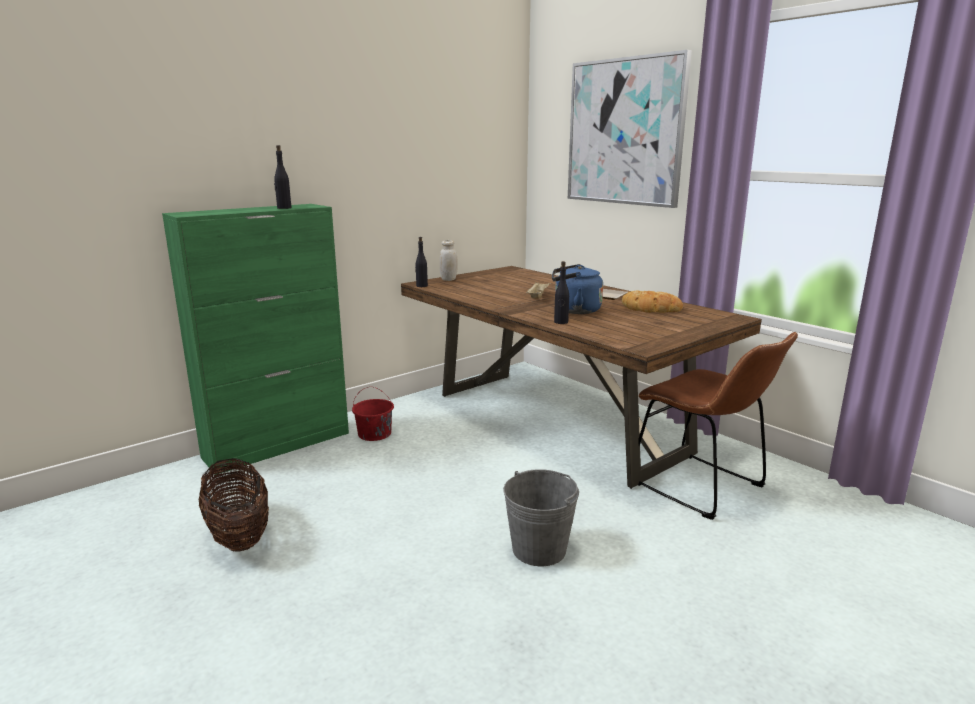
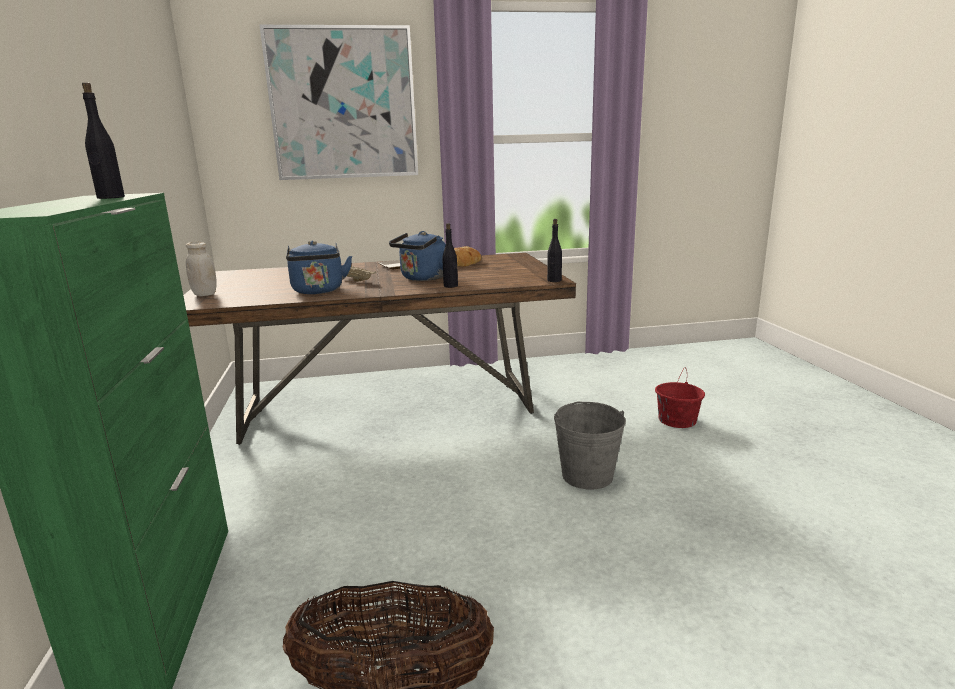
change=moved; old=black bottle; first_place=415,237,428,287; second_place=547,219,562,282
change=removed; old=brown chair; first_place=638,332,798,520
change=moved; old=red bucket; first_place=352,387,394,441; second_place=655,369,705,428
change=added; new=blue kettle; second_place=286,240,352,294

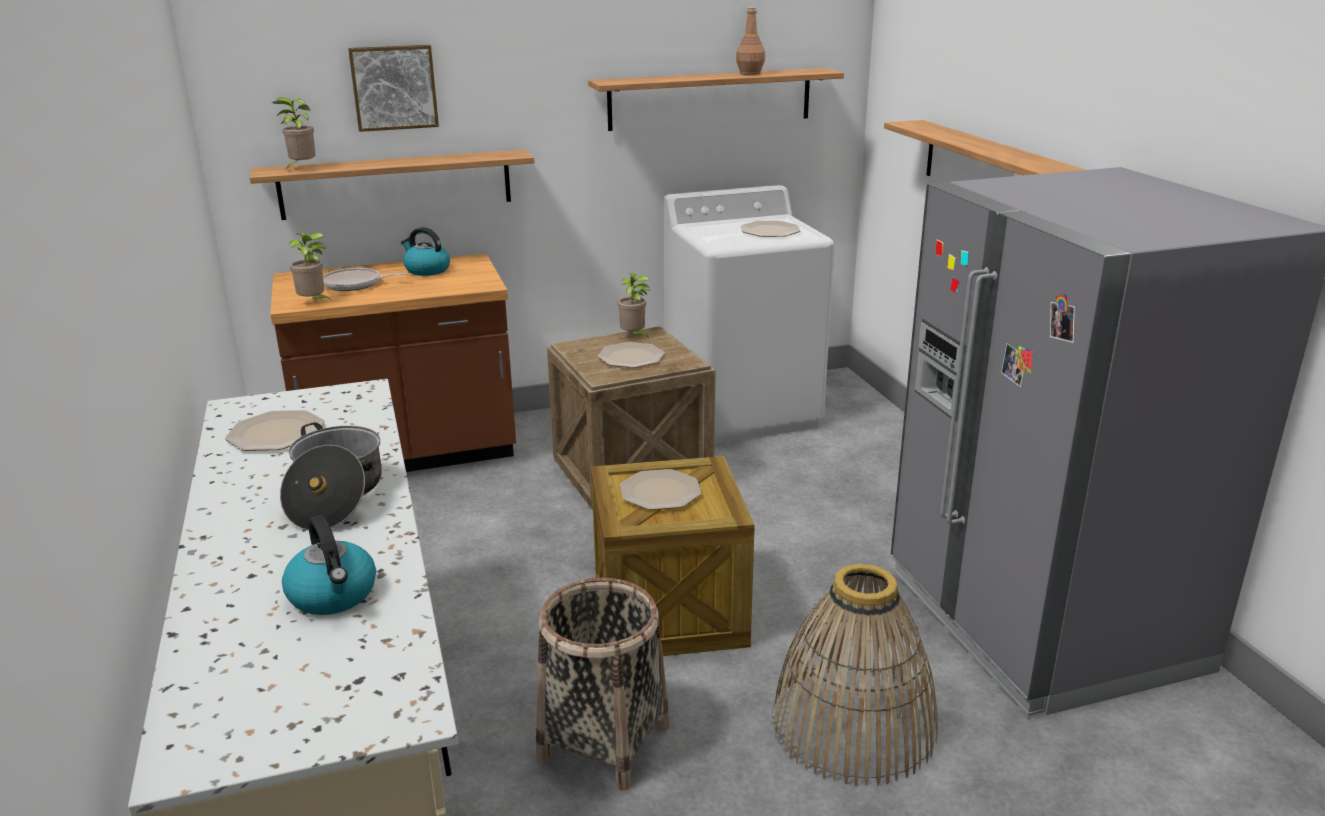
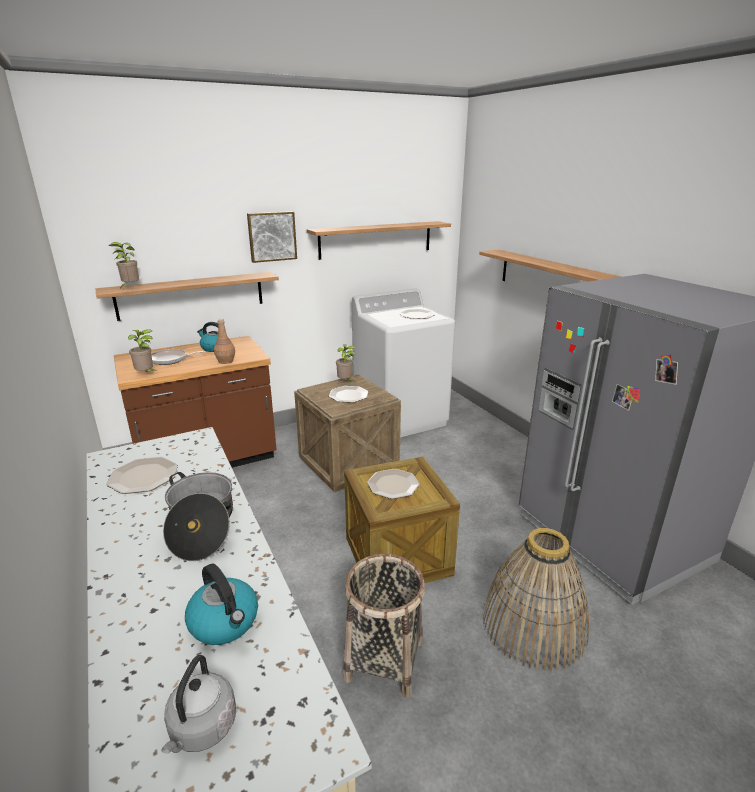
change=moved; old=brown bottle; first_place=736,7,765,75; second_place=214,319,235,364
change=moved; old=picture; first_place=348,45,439,132; second_place=247,211,297,263
change=added; new=grey kettle; second_place=161,655,236,754

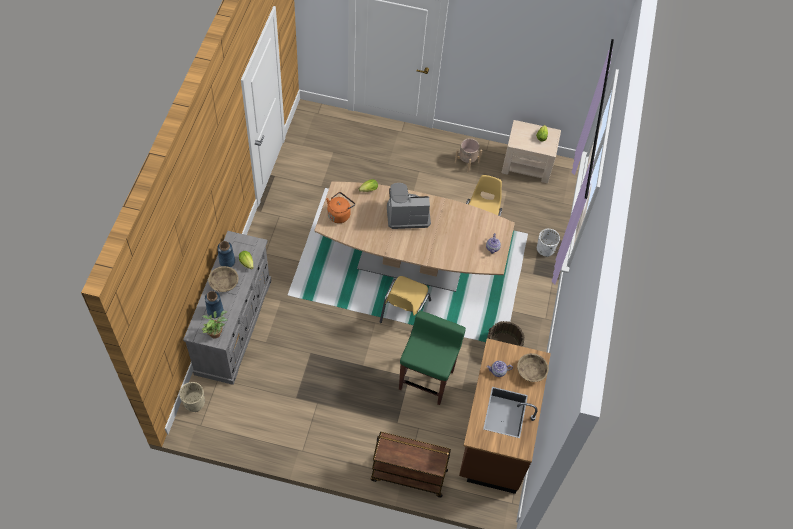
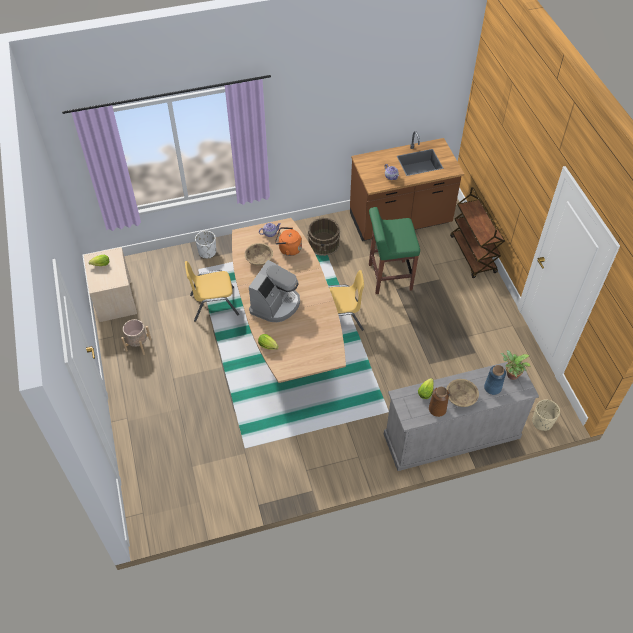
change=turned; old=coffee machine; first_place=387,183,431,229; second_place=249,260,300,322; degrees=-120
change=moved; old=orange kettle; first_place=326,192,355,223; second_place=275,227,302,256
change=recoloured; old=blue vase; new=brown vase; first_place=217,241,235,267; second_place=429,387,449,417
change=moved; old=beige bowl; first_place=517,353,549,382; second_place=245,243,273,266

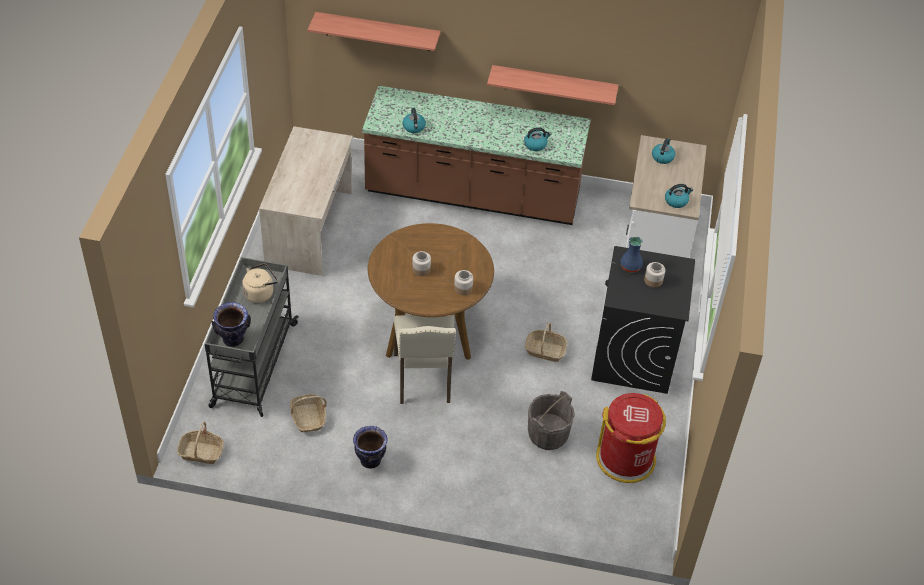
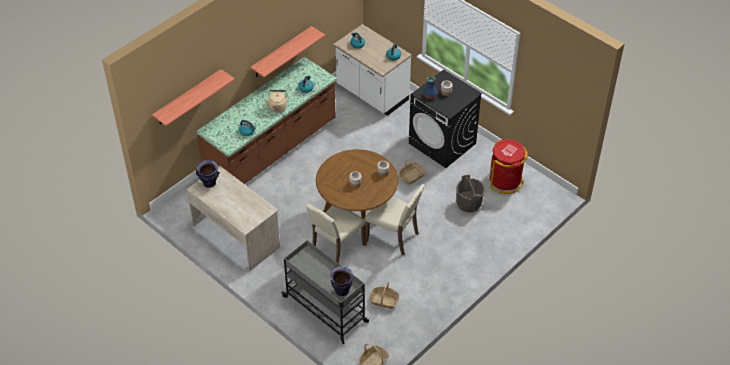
change=moved; old=beige kettle; first_place=242,264,278,303; second_place=264,90,287,113
change=moved; old=vase; first_place=353,426,388,469; second_place=196,160,220,188
change=added; new=beige chair; second_place=305,204,366,263

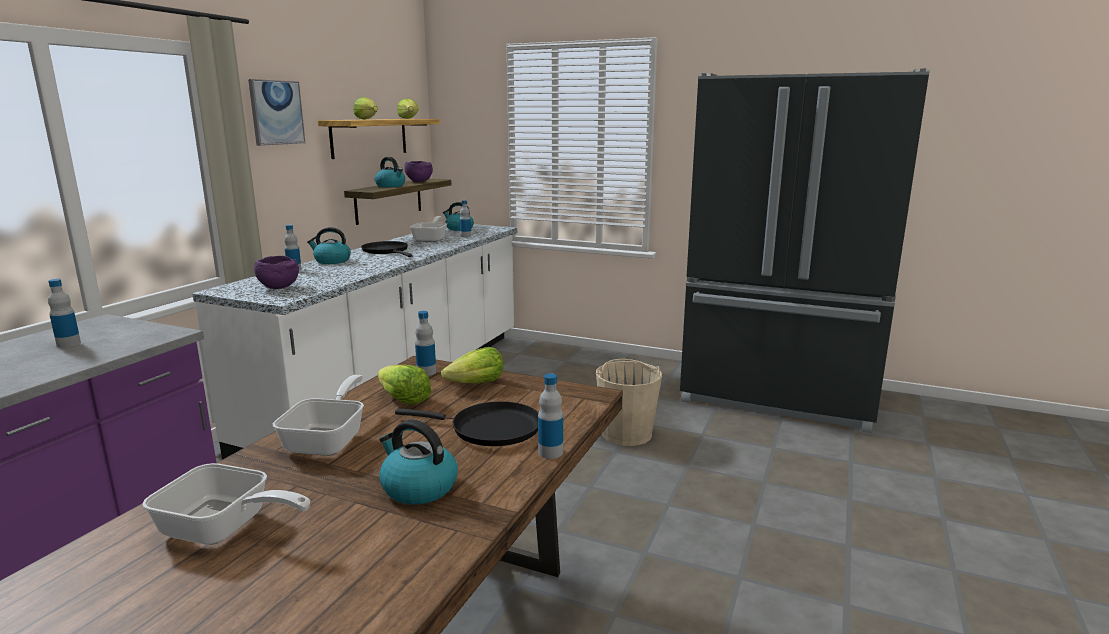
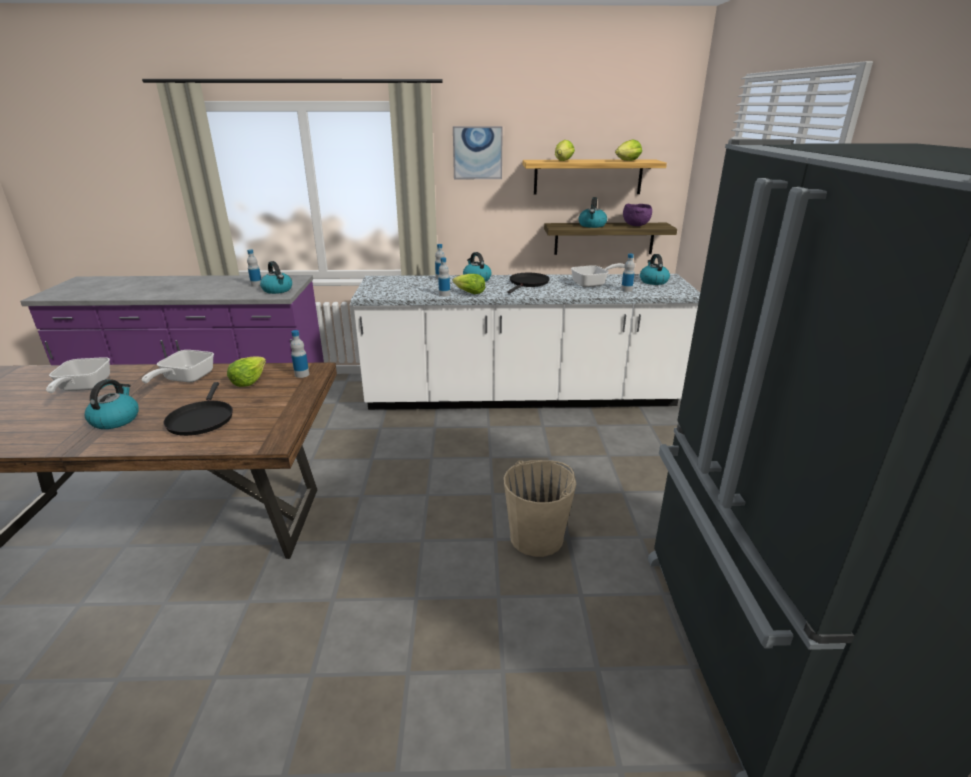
change=removed; old=purple bowl; first_place=254,256,299,289
change=moved; old=lettuce; first_place=441,347,503,383; second_place=453,274,485,294
change=moved; old=bottle; first_place=538,374,563,459; second_place=438,257,450,297
change=turned; old=frying pan; first_place=273,375,364,456; second_place=142,350,214,383; degrees=120
change=added; new=kettle; second_place=260,261,292,294

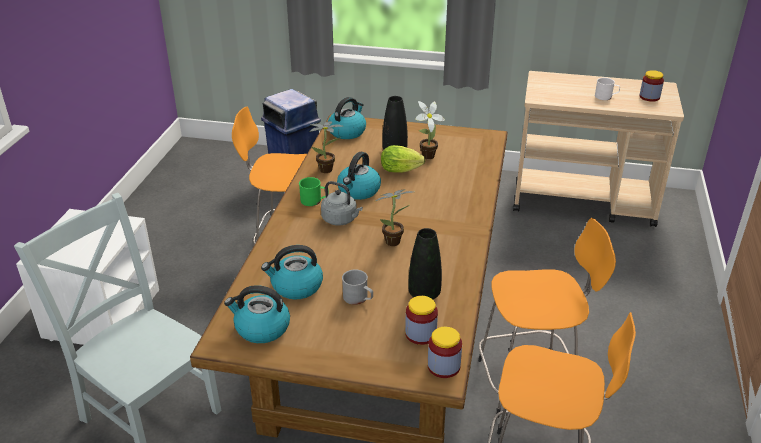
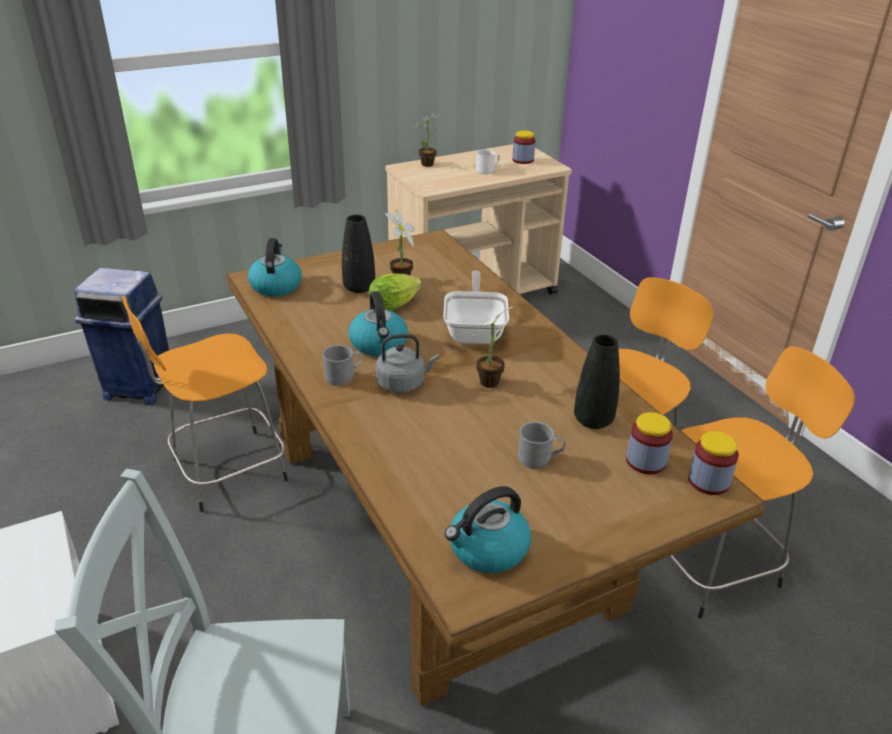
change=moved; old=potted plant; first_place=310,121,342,173; second_place=413,110,441,167
change=recoloured; old=green mug; new=grey mug; first_place=299,177,329,206; second_place=322,345,362,386
change=removed; old=kettle; first_place=261,245,323,299
change=added; new=frying pan; second_place=443,271,509,344

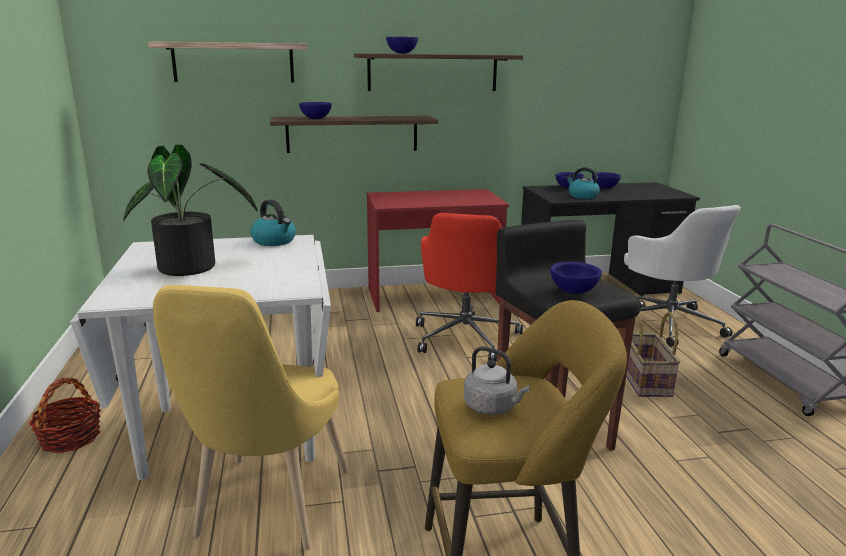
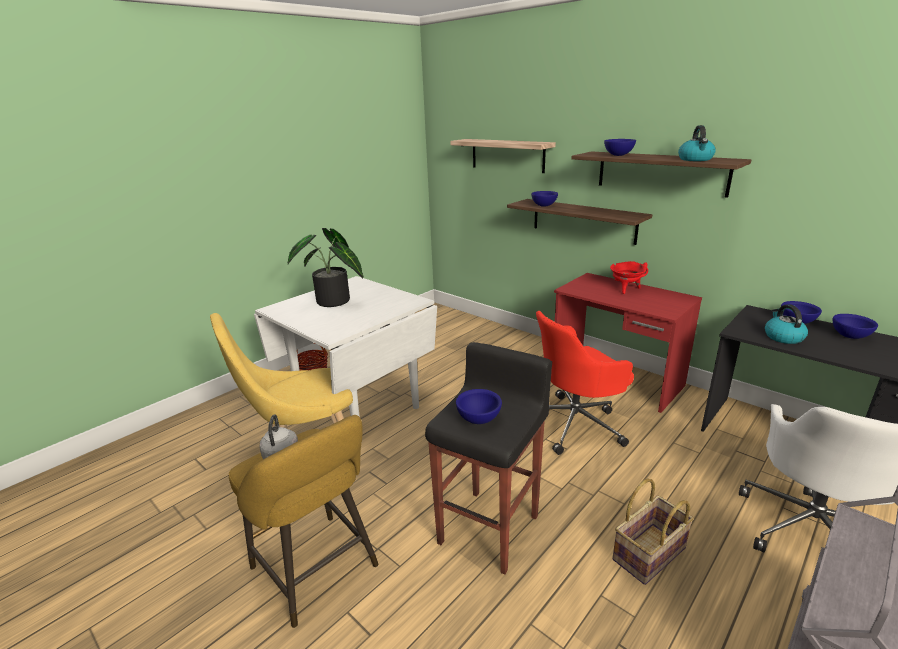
change=moved; old=kettle; first_place=250,199,296,246; second_place=678,125,716,161
change=added; new=red cooking pot; second_place=610,261,648,294

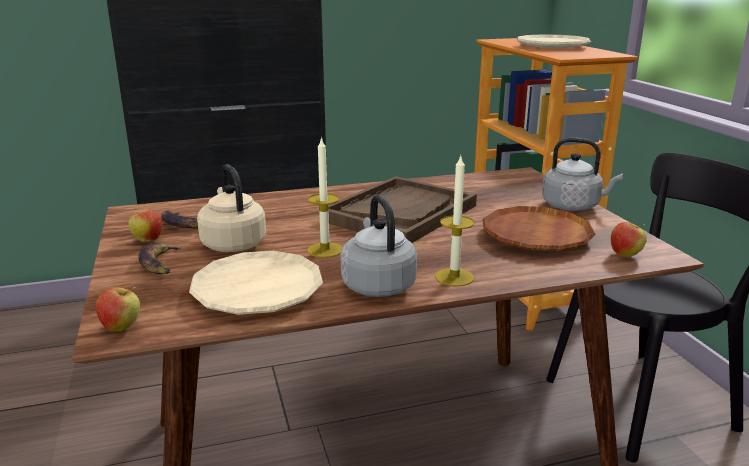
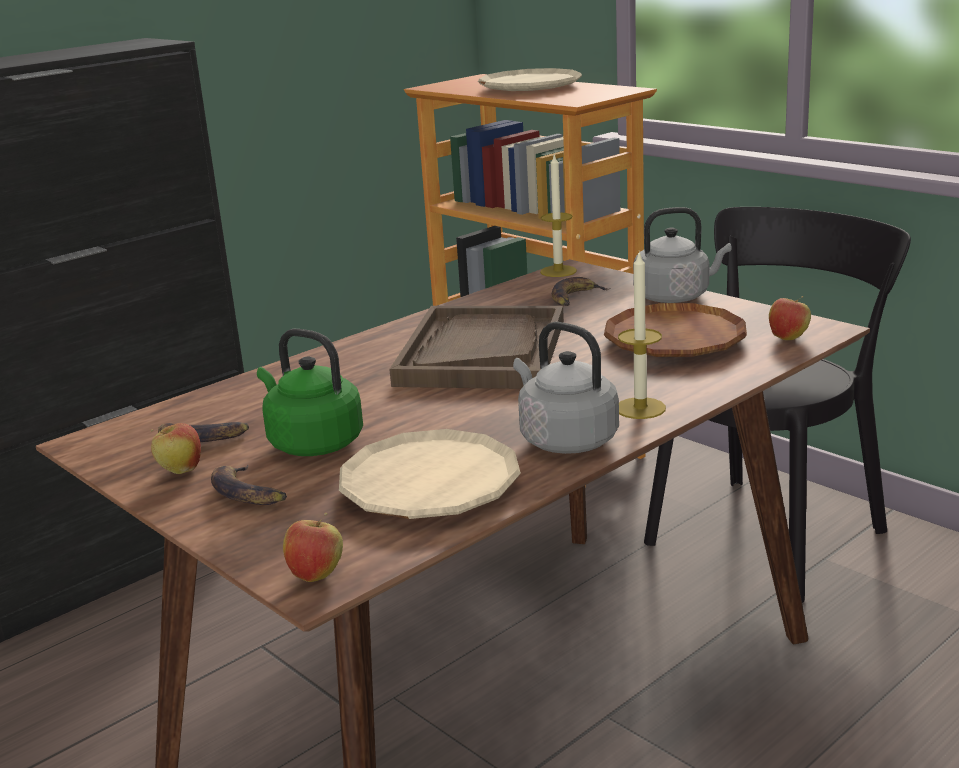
change=moved; old=candle; first_place=307,136,342,258; second_place=540,153,577,277
change=recoloured; old=beige kettle; new=green kettle; first_place=197,164,266,252; second_place=257,329,363,456
change=added; new=banana; second_place=552,277,610,306

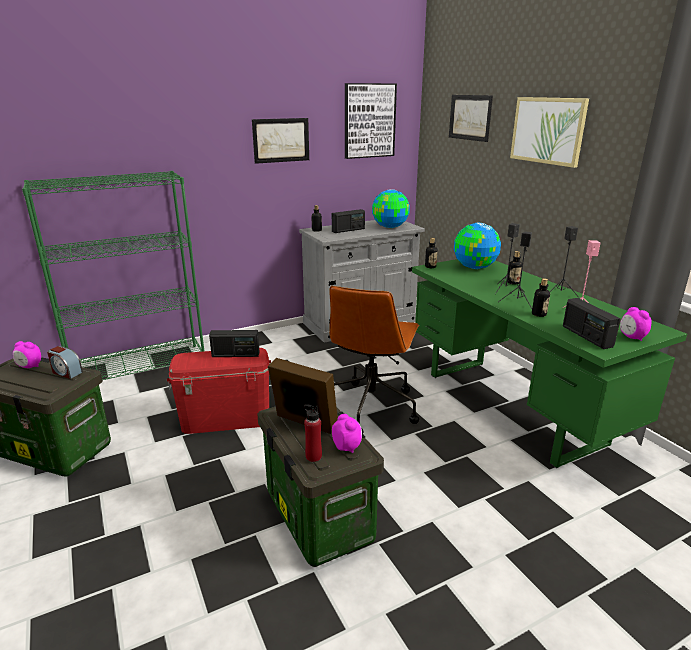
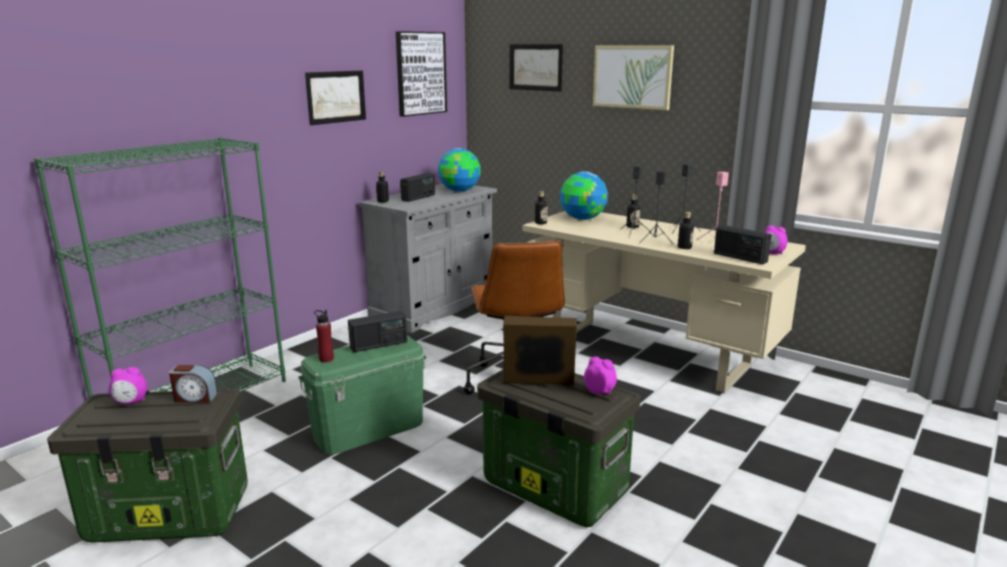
change=recoloured; old=green desk; new=beige desk; first_place=412,259,687,468; second_place=522,211,806,393
change=recoloured; old=red storage box; new=green storage box; first_place=167,348,271,434; second_place=298,335,426,455
change=moved; old=red bottle; first_place=303,404,322,462; second_place=314,310,334,362

